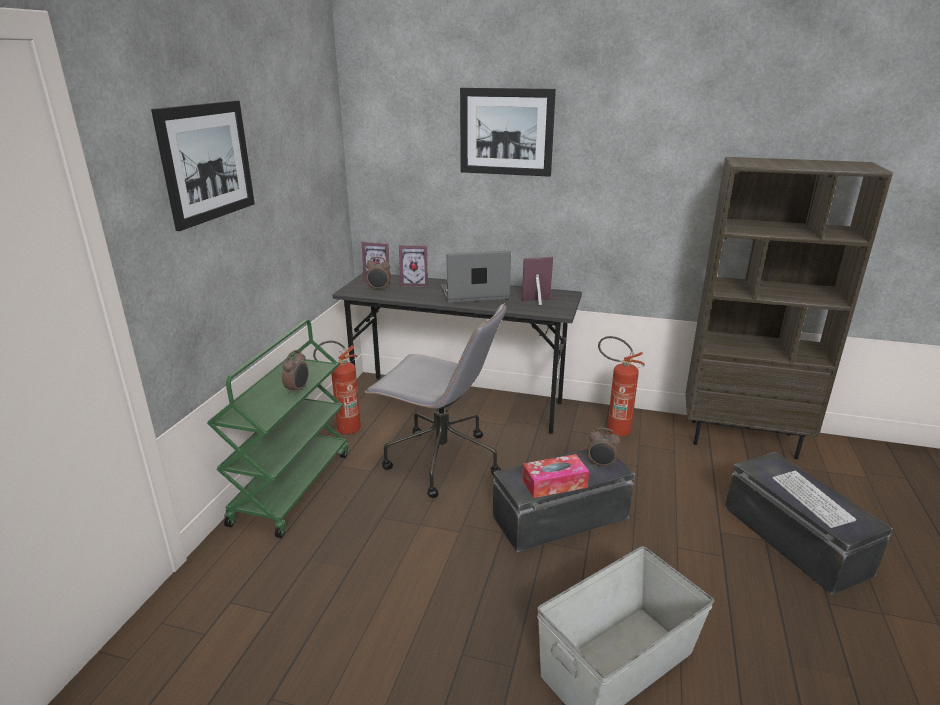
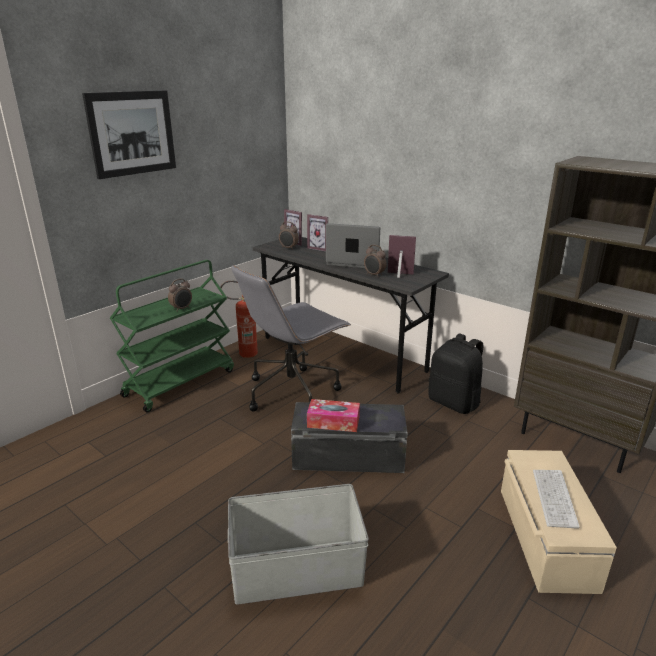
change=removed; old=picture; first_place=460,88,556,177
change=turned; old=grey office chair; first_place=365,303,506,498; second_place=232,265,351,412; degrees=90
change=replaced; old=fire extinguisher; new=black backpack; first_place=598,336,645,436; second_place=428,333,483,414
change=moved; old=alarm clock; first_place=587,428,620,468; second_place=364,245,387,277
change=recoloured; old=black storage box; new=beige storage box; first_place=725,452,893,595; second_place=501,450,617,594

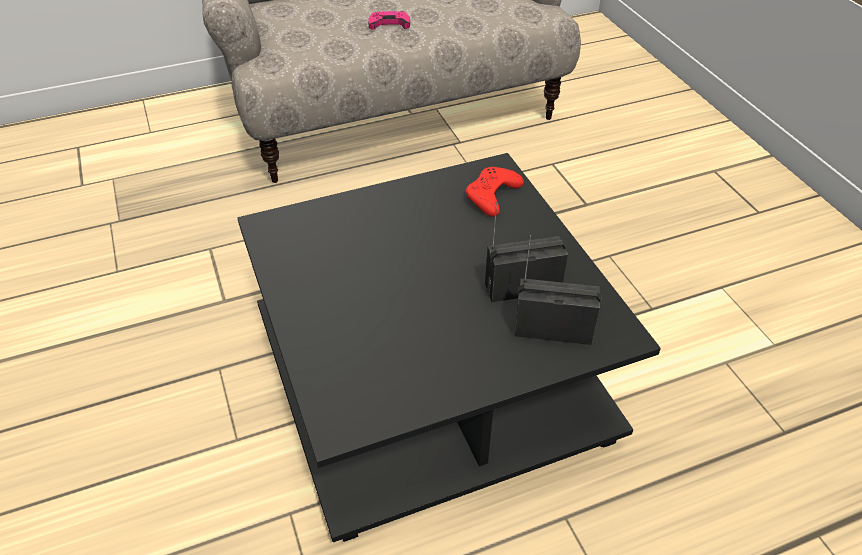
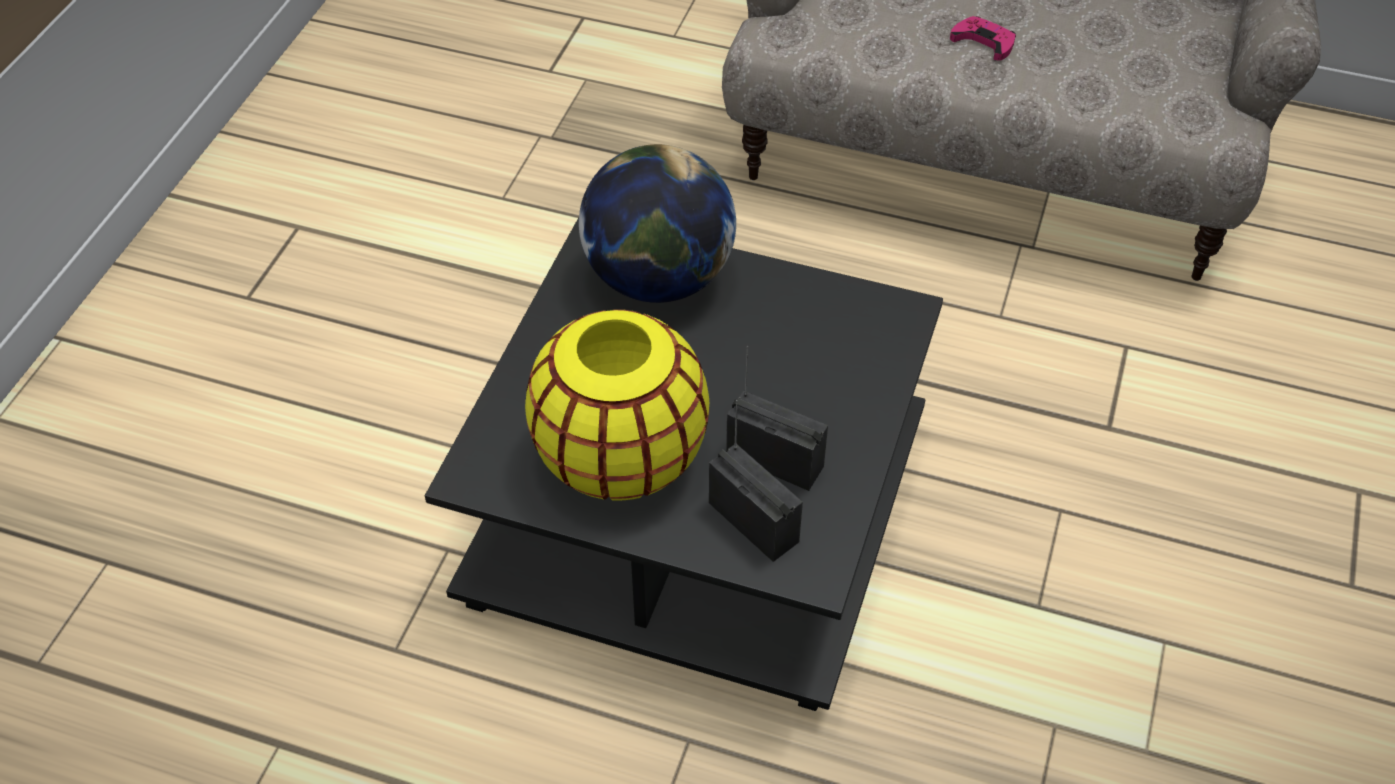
change=removed; old=red game controller; first_place=466,167,524,217
change=added; new=globe; second_place=579,144,736,303
change=added; new=yellow vase; second_place=525,309,709,500

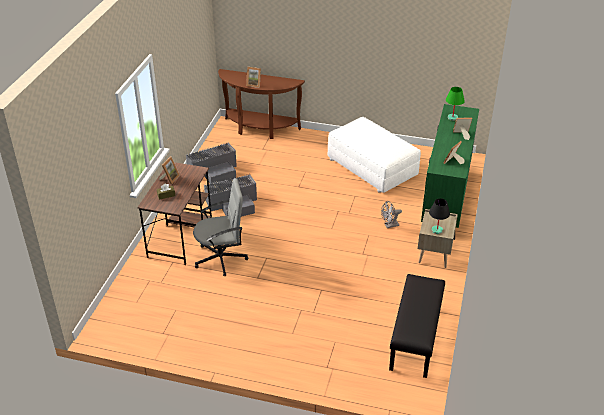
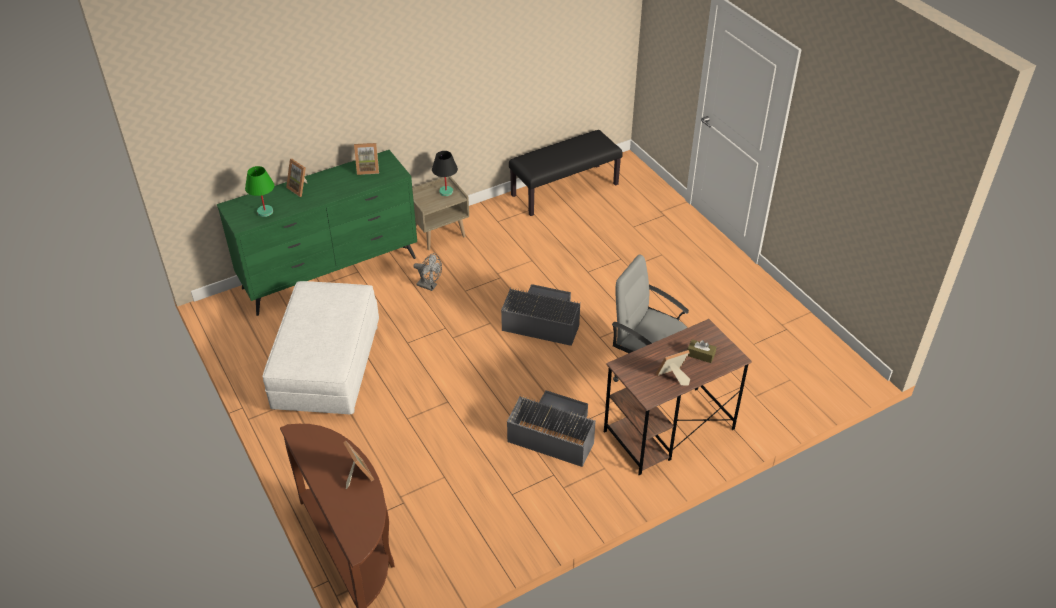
change=moved; old=grey storage box; first_place=186,143,237,184; second_place=501,284,580,346

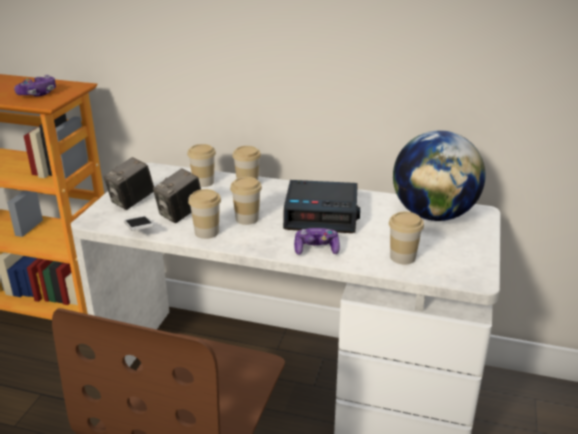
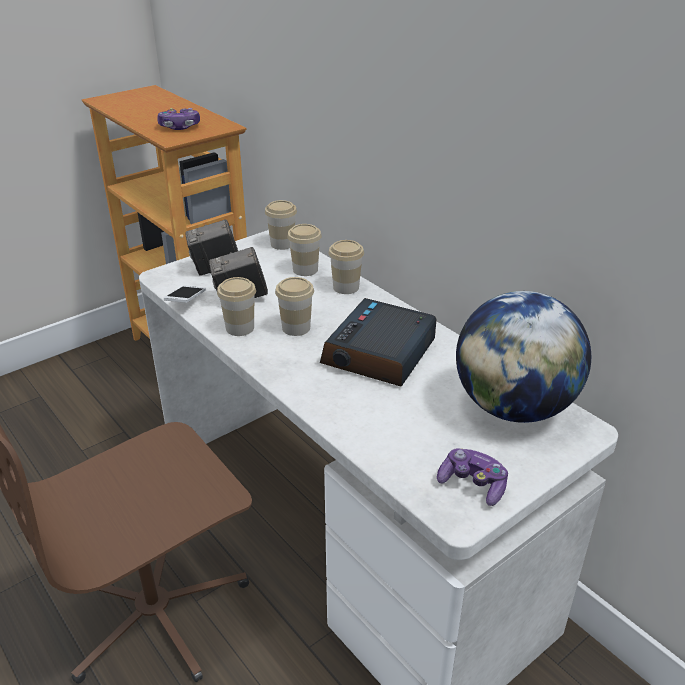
change=turned; old=alarm clock; first_place=283,180,360,233; second_place=320,298,437,387; degrees=75
change=moved; old=cup; first_place=389,212,424,264; second_place=265,200,297,250
change=moved; old=game controller; first_place=294,228,340,255; second_place=437,448,508,506

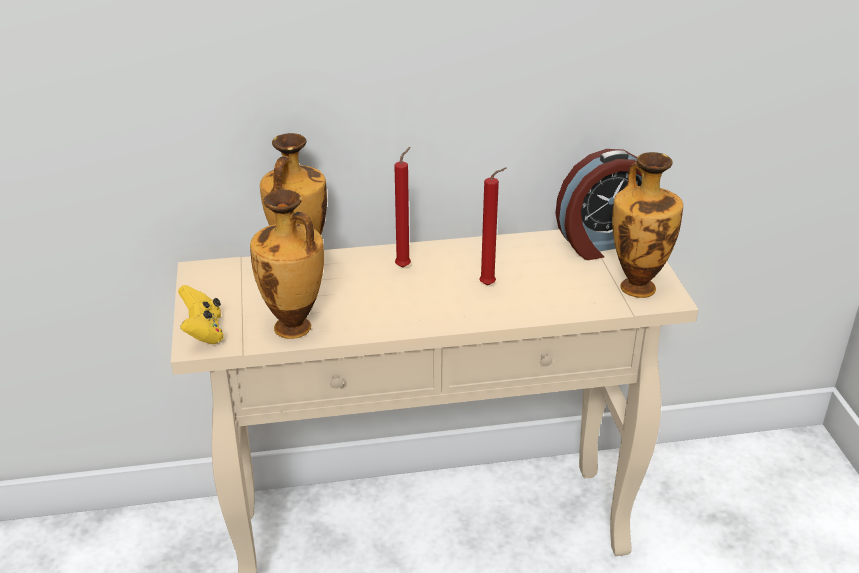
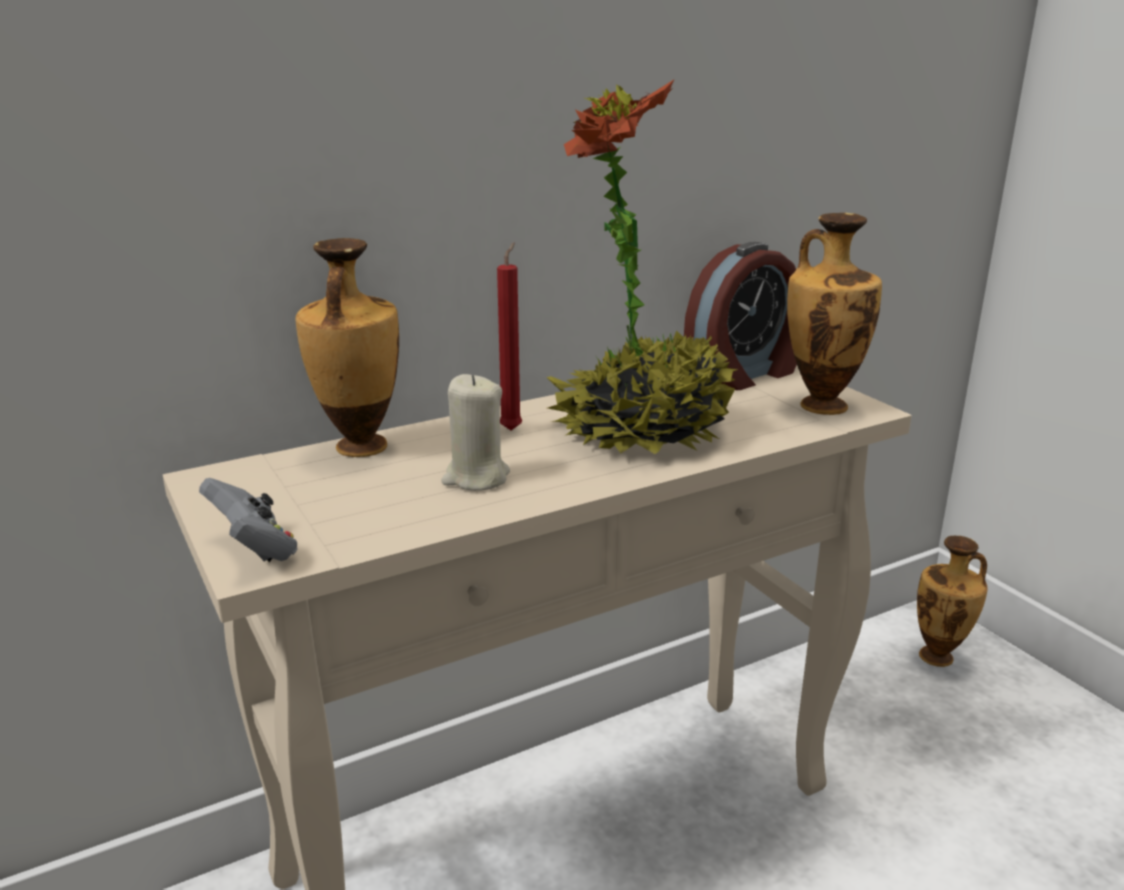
change=replaced; old=red candle; new=potted plant; first_place=479,167,507,285; second_place=547,80,738,454
change=moved; old=vase; first_place=250,190,324,339; second_place=917,536,988,667
change=recoloured; old=yellow game controller; new=grey game controller; first_place=178,285,224,345; second_place=199,478,297,562
change=added; new=beige candle; second_place=441,374,510,491

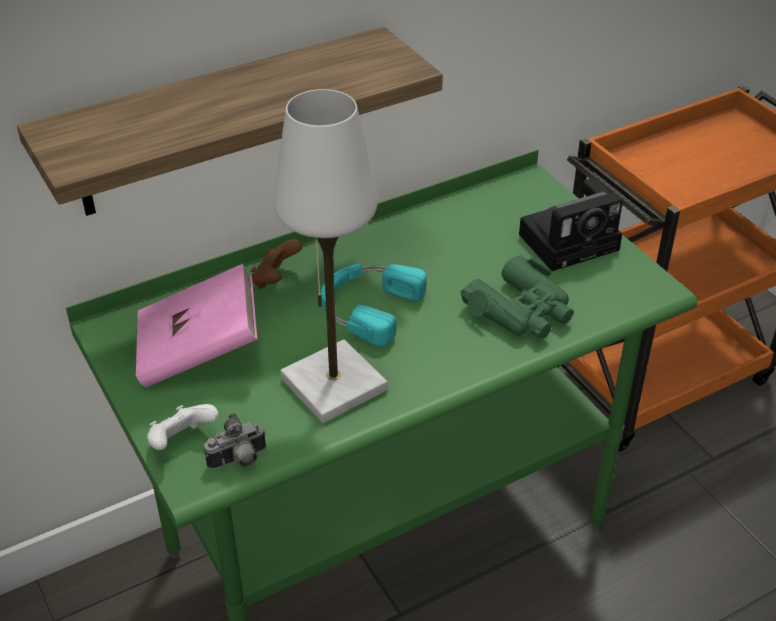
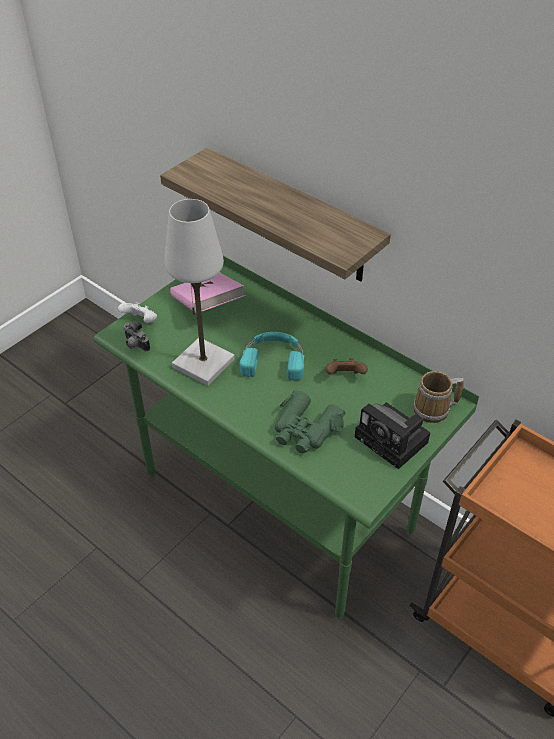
change=moved; old=brown game controller; first_place=251,239,303,289; second_place=326,358,368,374
change=added; new=mug; second_place=414,371,464,423

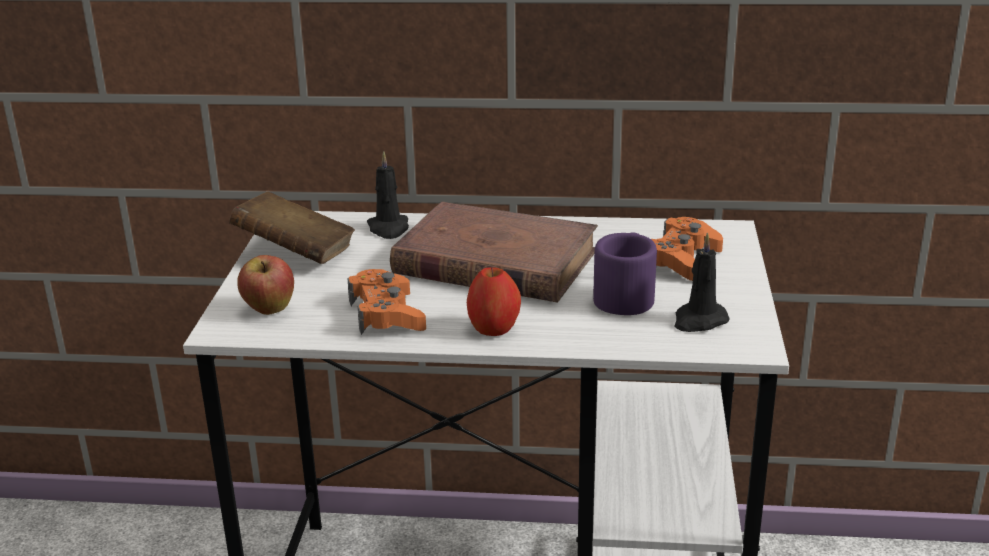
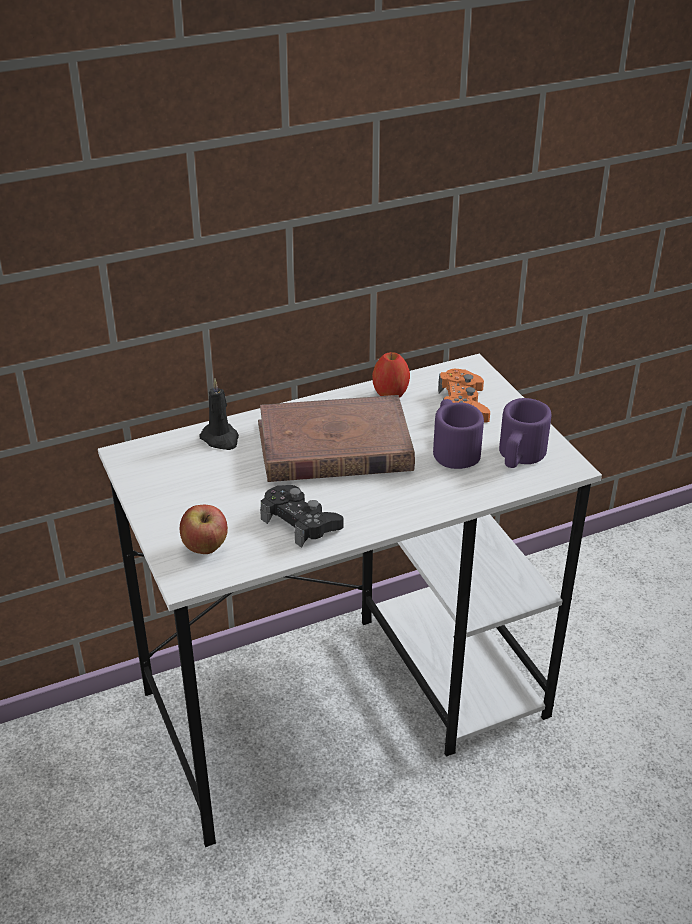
change=removed; old=brown book; first_place=229,191,355,264
change=replaced; old=black candle; new=purple mug; first_place=675,232,730,332; second_place=499,398,552,468
change=moved; old=apple; first_place=467,267,521,336; second_place=372,352,410,398
change=recoloured; old=orange game controller; new=black game controller; first_place=348,269,426,335; second_place=260,485,344,548

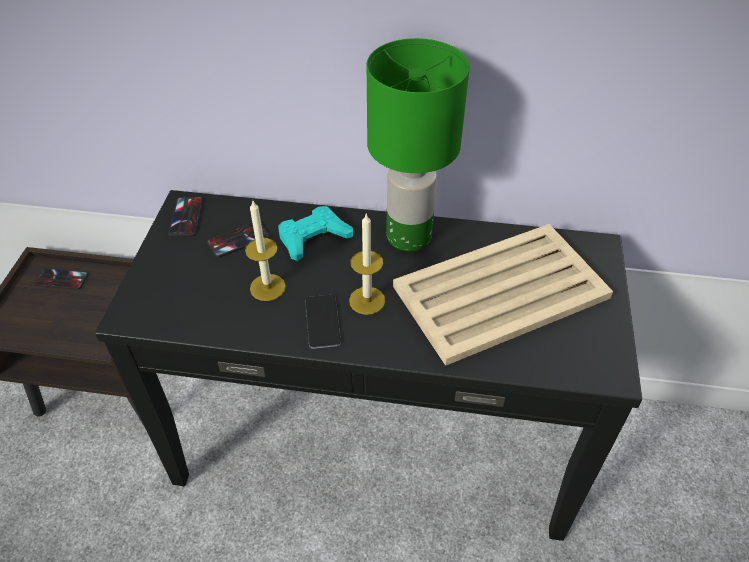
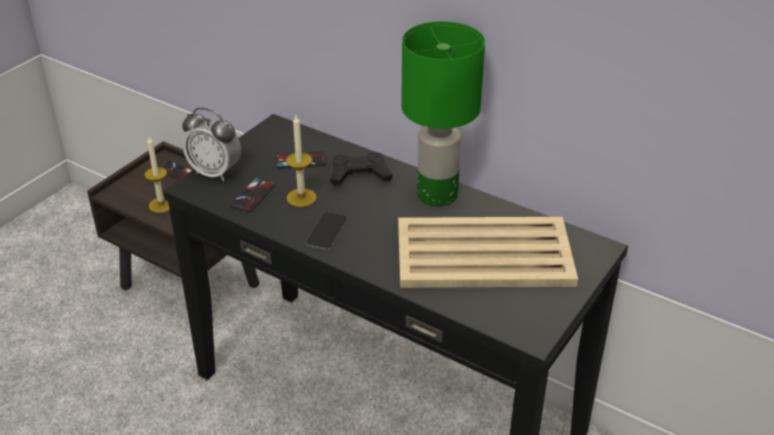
change=moved; old=phone; first_place=168,197,203,237; second_place=230,178,275,212
change=recoloured; old=turquoise game controller; new=black game controller; first_place=278,206,353,261; second_place=330,152,392,186
change=moved; old=candle; first_place=349,214,385,315; second_place=145,137,169,213
change=added; new=alarm clock; second_place=182,108,241,181

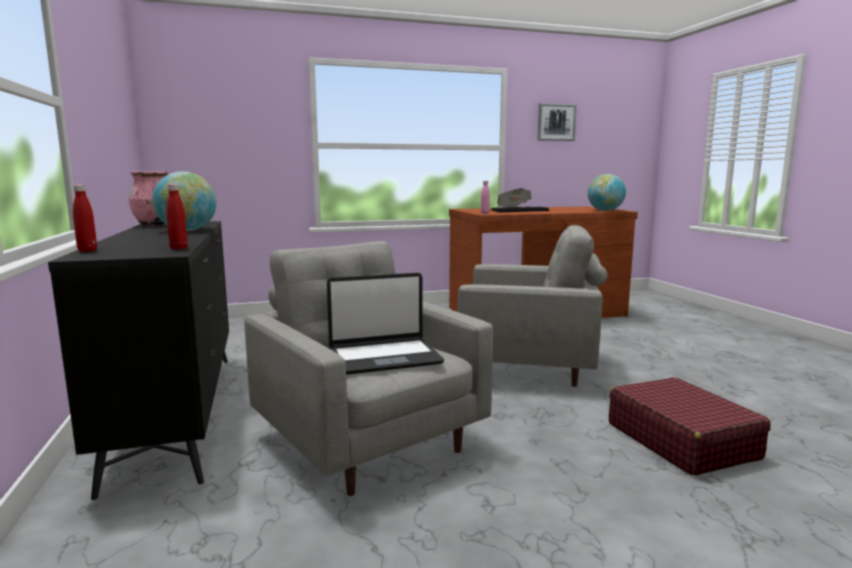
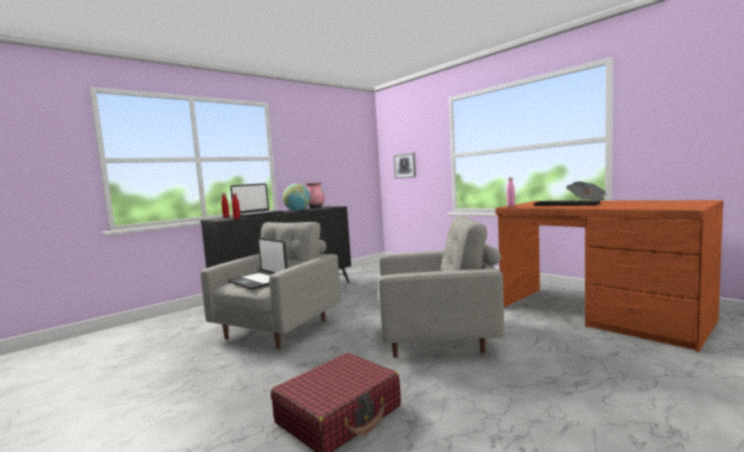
change=moved; old=picture; first_place=537,103,577,141; second_place=393,152,416,179
change=removed; old=globe; first_place=587,174,626,211
change=turned; old=grey armchair; first_place=458,225,608,387; second_place=377,216,504,358; degrees=-75
change=added; new=laptop; second_place=230,183,284,217

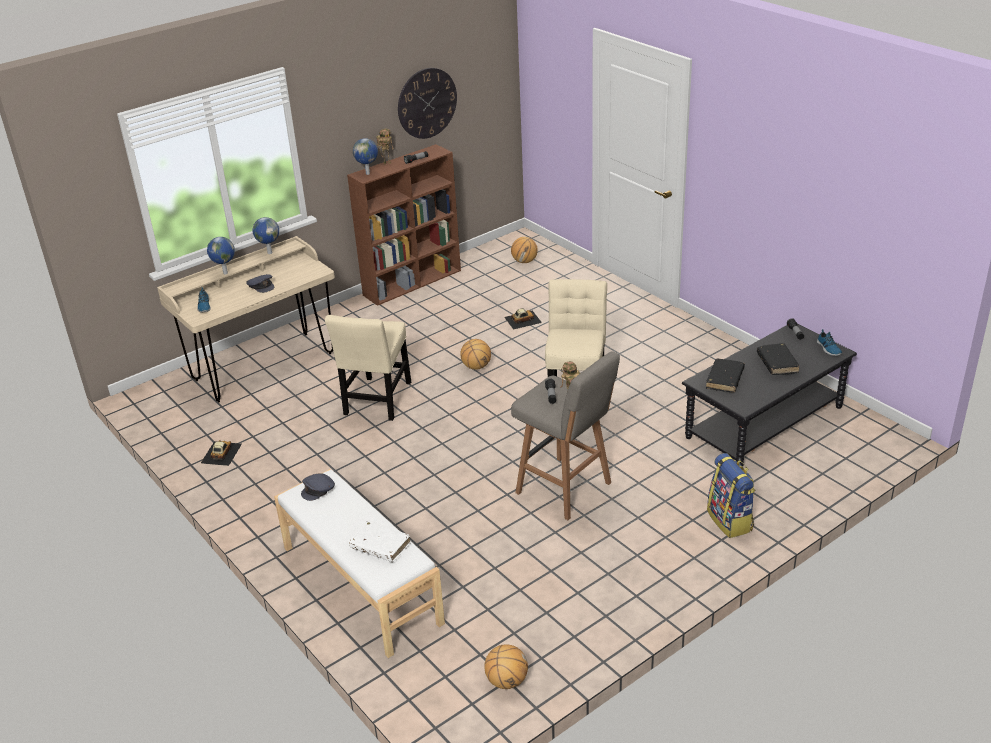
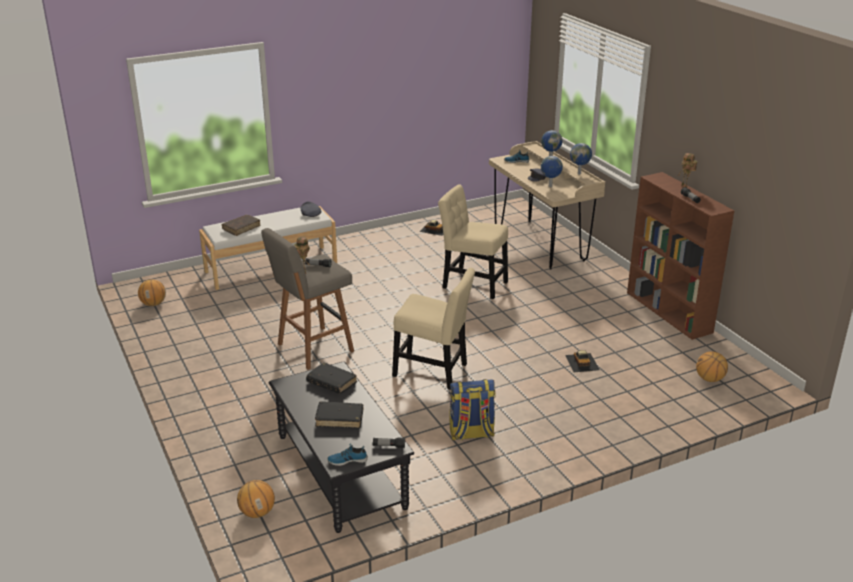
change=removed; old=wall clock; first_place=398,68,457,139
change=moved; old=globe; first_place=353,138,378,175; second_place=541,156,563,187
change=moved; old=basketball; first_place=460,339,491,370; second_place=237,480,275,518
change=moved; old=backpack; first_place=707,453,756,538; second_place=449,379,496,440
change=recoloured; old=white book; new=brown book; first_place=349,521,411,562; second_place=222,215,260,236

